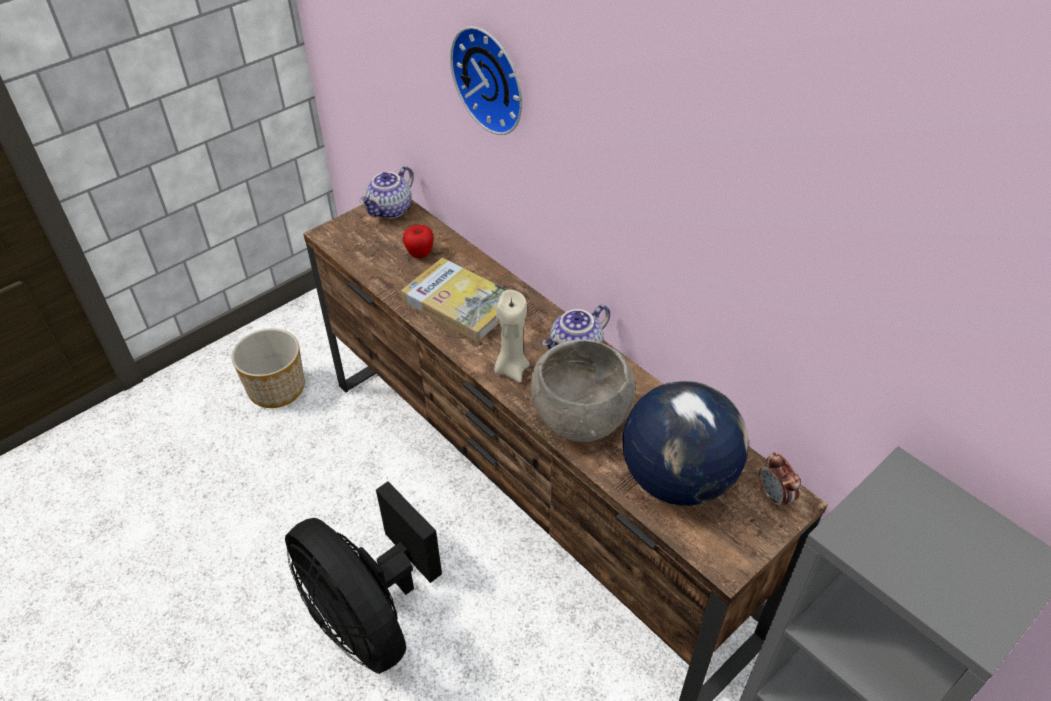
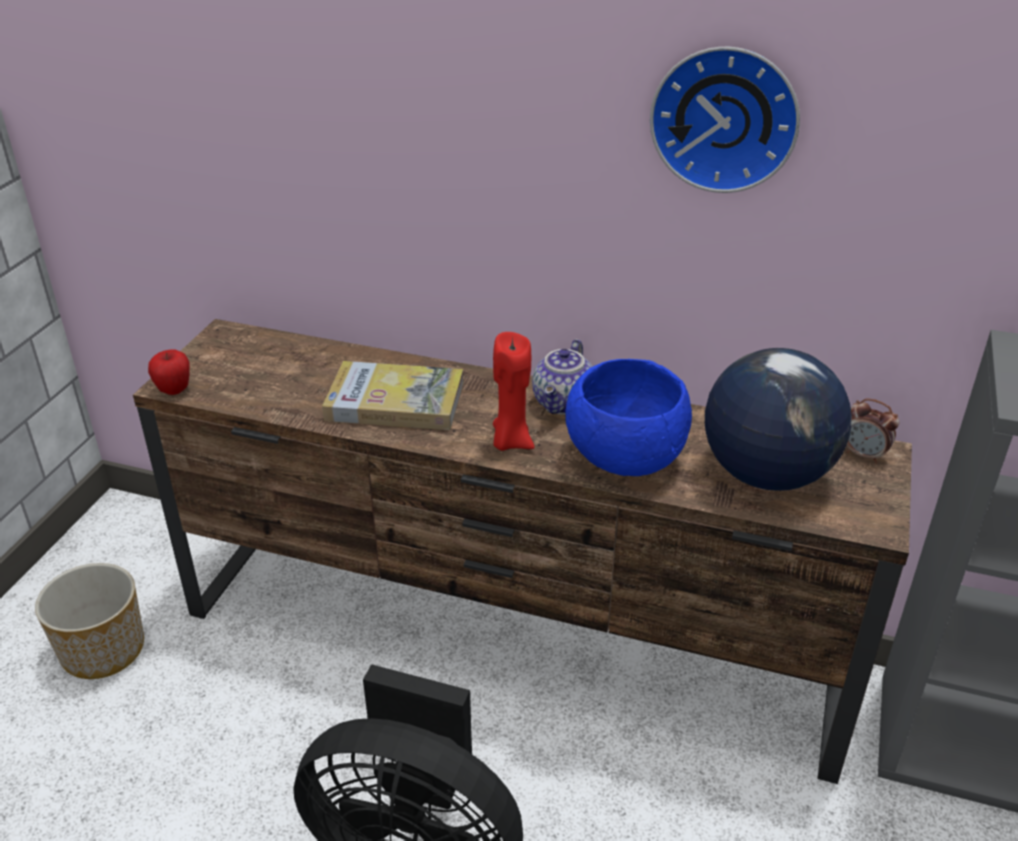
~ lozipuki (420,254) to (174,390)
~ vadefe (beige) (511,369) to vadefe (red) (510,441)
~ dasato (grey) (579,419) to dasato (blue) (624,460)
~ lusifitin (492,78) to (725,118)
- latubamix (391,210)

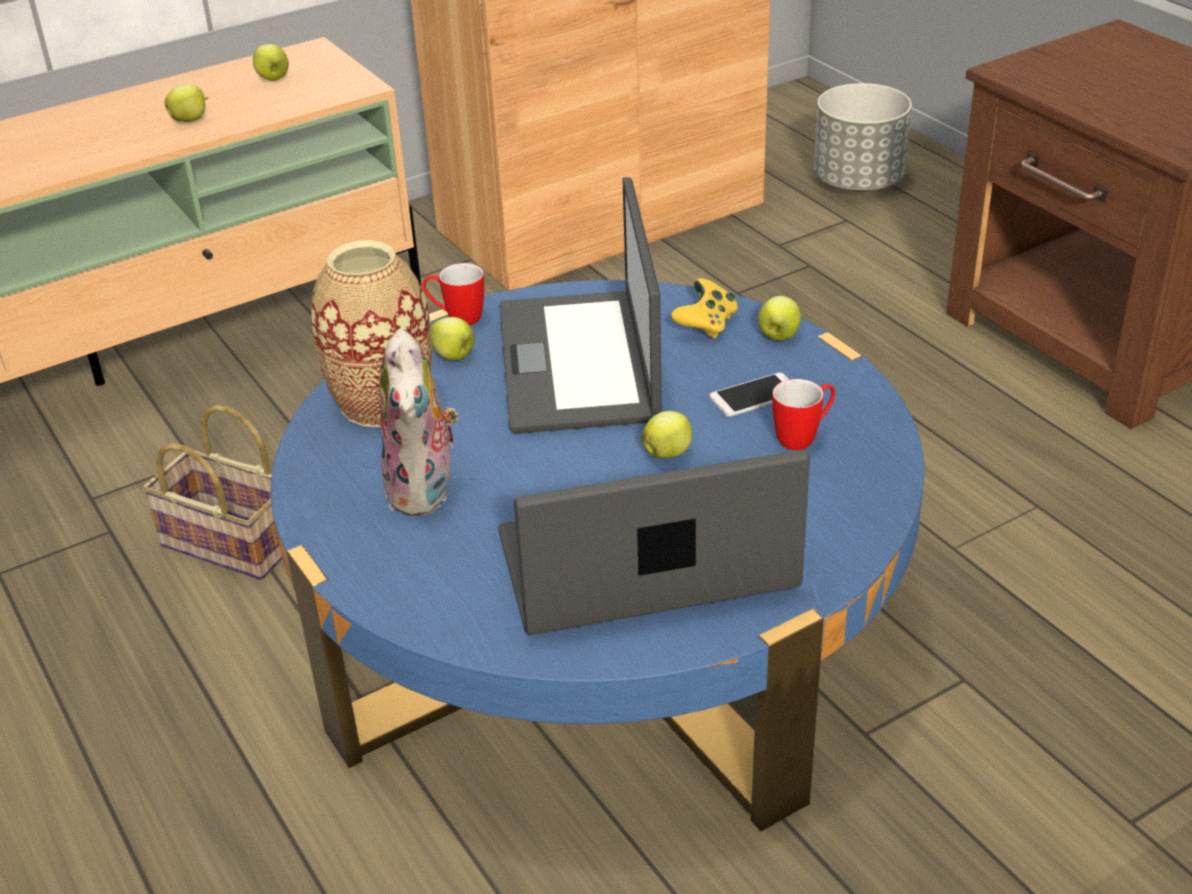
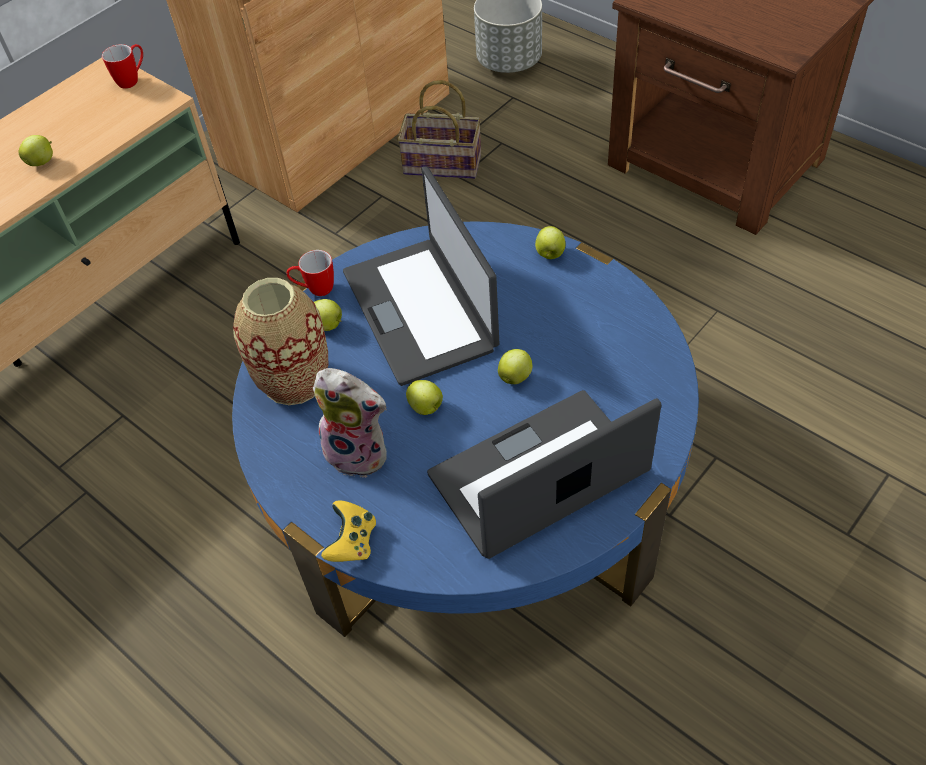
~ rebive (803,437) to (133,80)
~ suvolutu (425,491) = (360,452) 45 degrees counterclockwise
~ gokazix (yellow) (706,325) to (352,542)
~ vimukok (226,544) to (440,165)
~ lozipuki (273,79) to (426,408)
- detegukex (754,395)

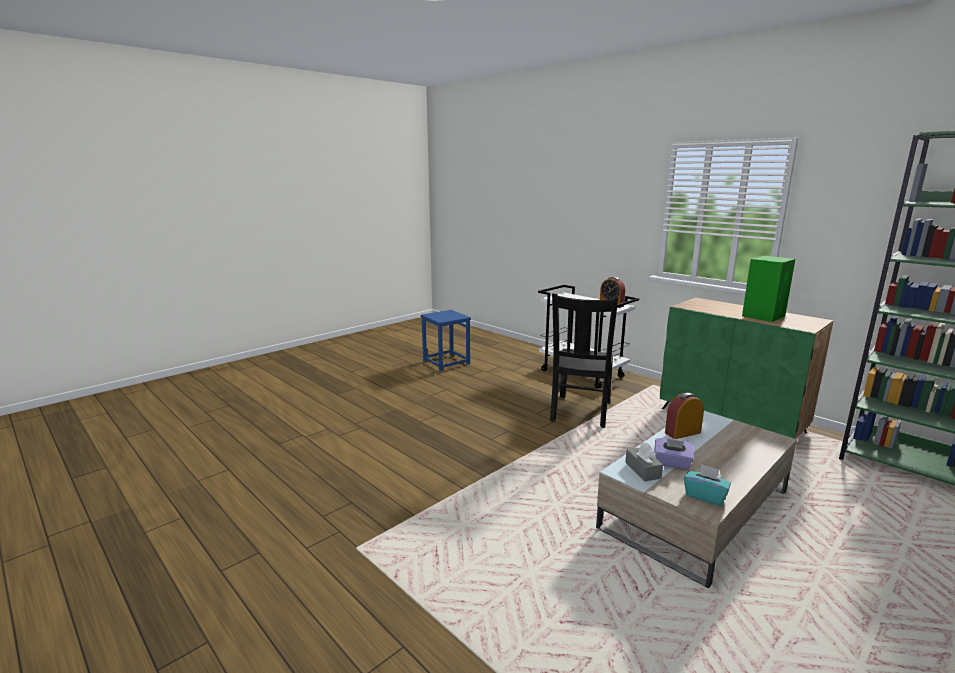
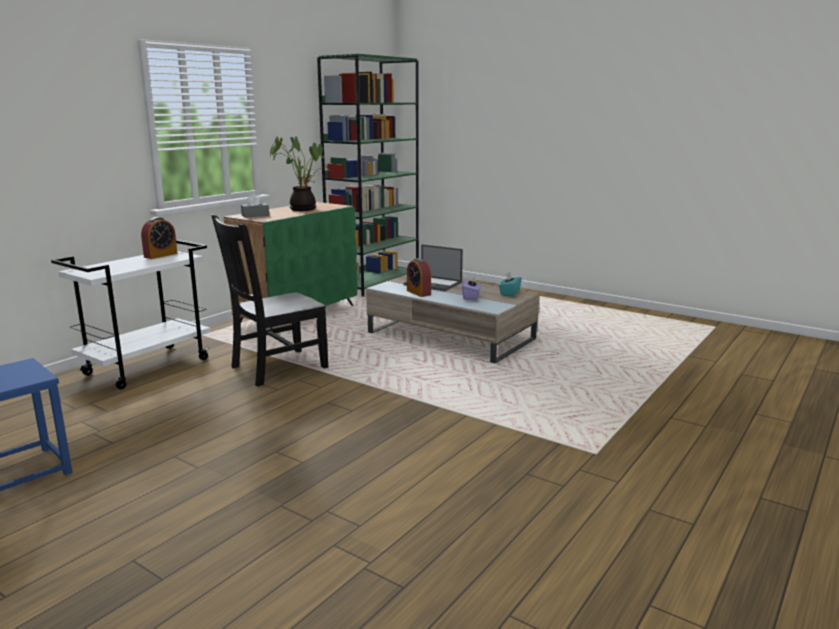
~ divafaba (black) (580,412) = (276,368) 135 degrees clockwise
~ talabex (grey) (642,470) to (255,215)
~ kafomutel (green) (764,316) to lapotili (303,209)
+ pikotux (433,284)

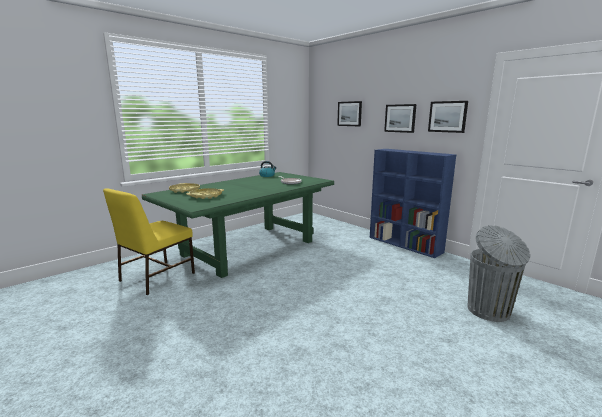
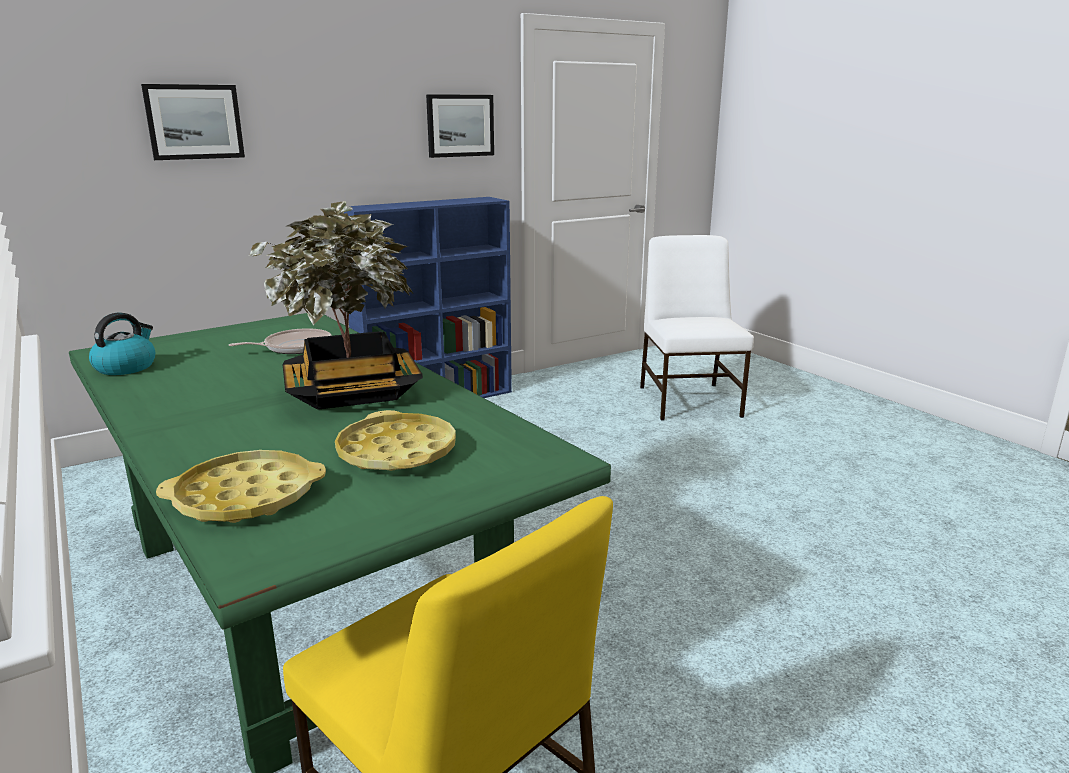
+ lapotili (352,391)
~ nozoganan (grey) (489,311) to divafaba (white) (689,400)
- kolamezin (400,118)

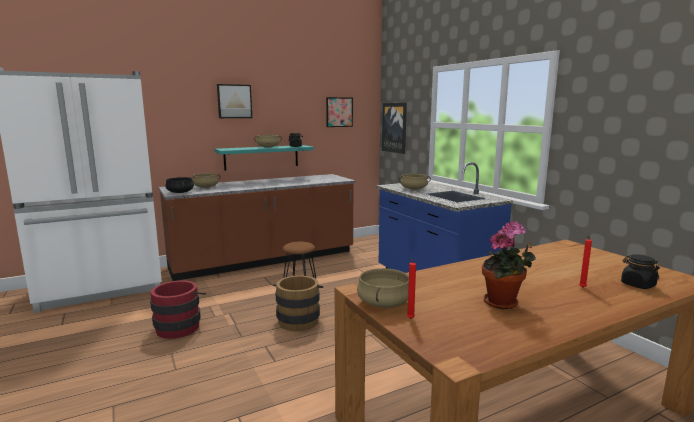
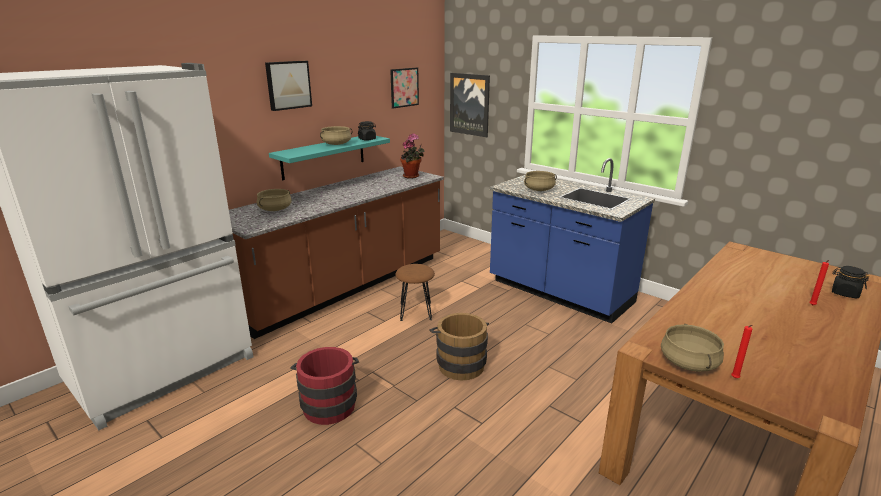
~ lapotili (503,303) to (412,176)
- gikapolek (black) (180,192)

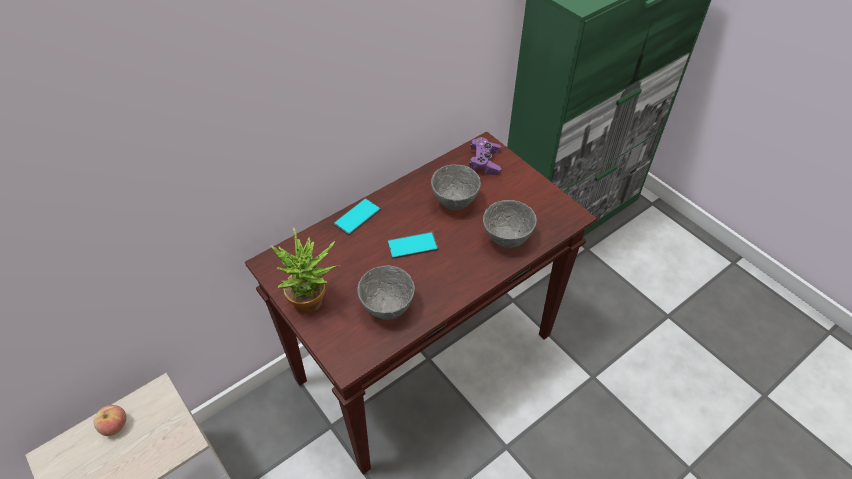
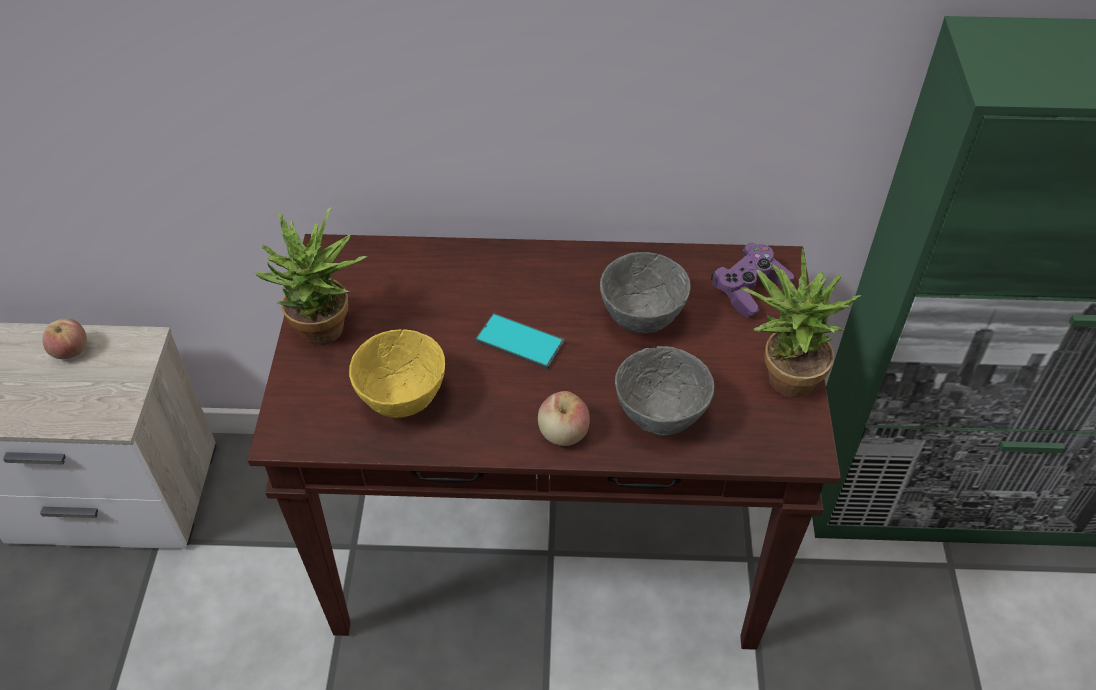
~ dasato (grey) (386,308) to dasato (yellow) (401,399)
+ lozipuki (563,433)
+ lapotili (781,377)
- detegukex (357,217)

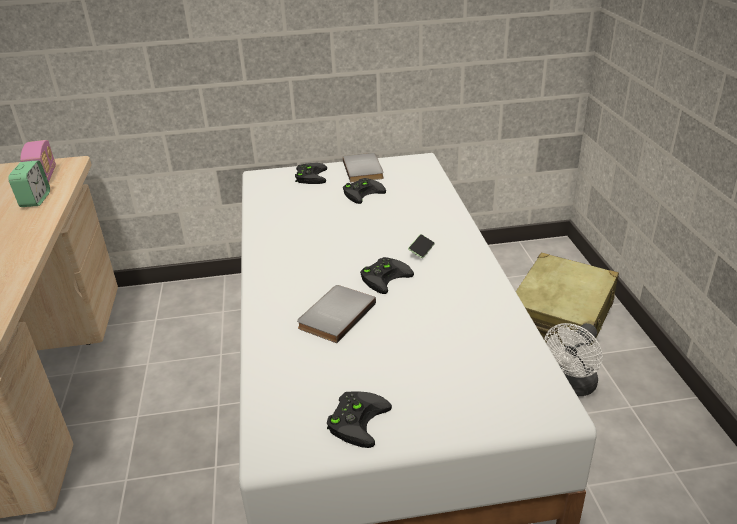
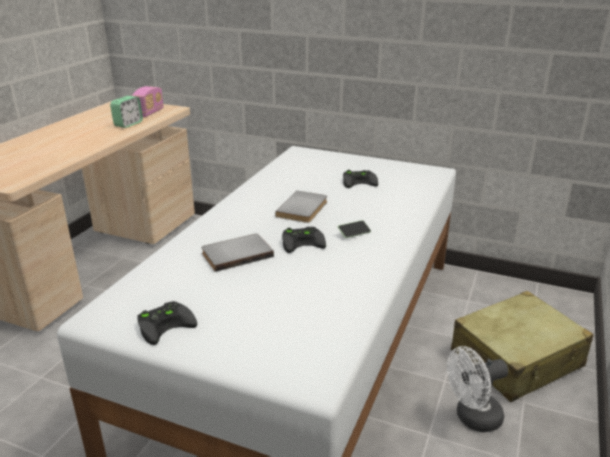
~ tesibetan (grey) (364,169) to (304,209)
- gokazix (black) (310,176)

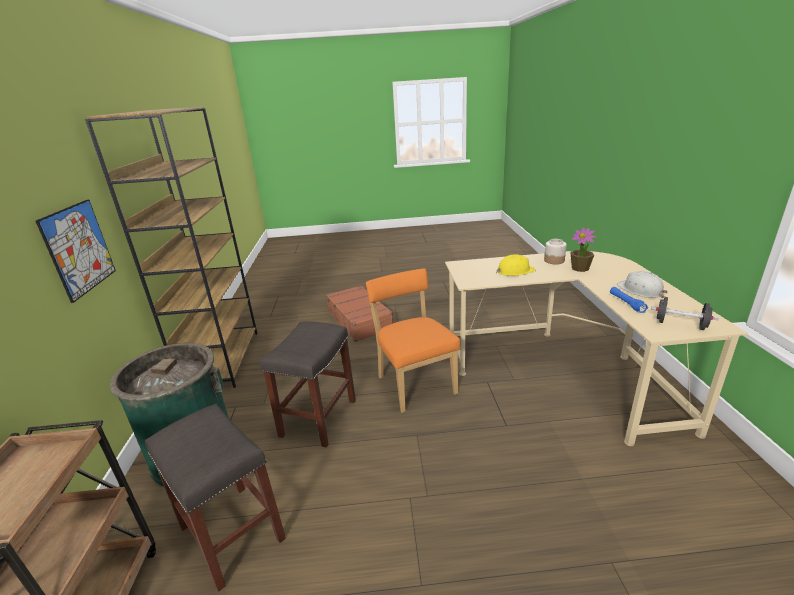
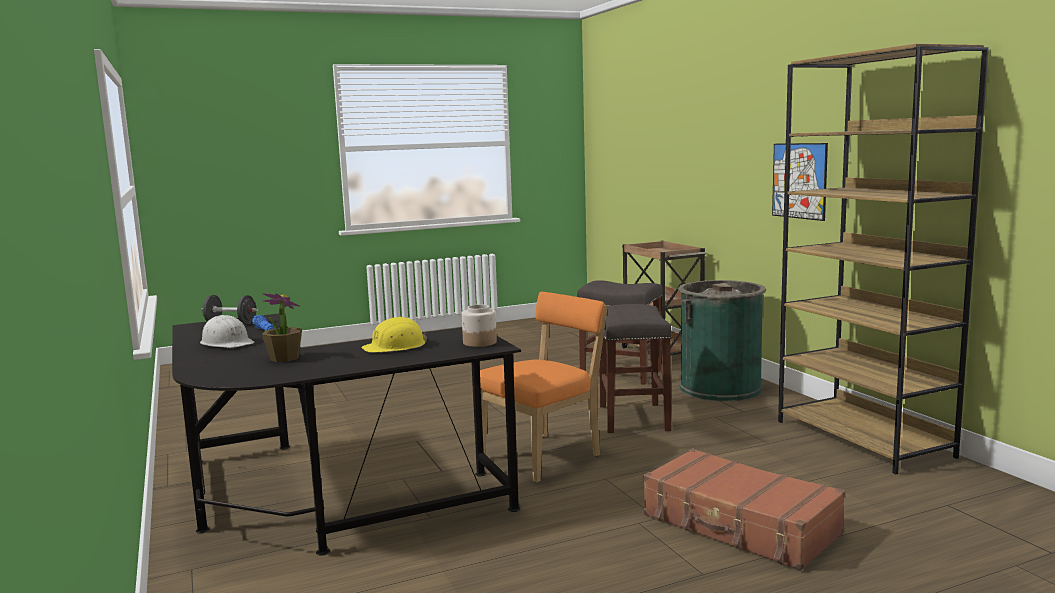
~ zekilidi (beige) (565,368) to zekilidi (black) (317,502)
~ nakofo (554,260) to (479,342)
~ divafaba (orange) (414,383) = (544,456) 90 degrees counterclockwise

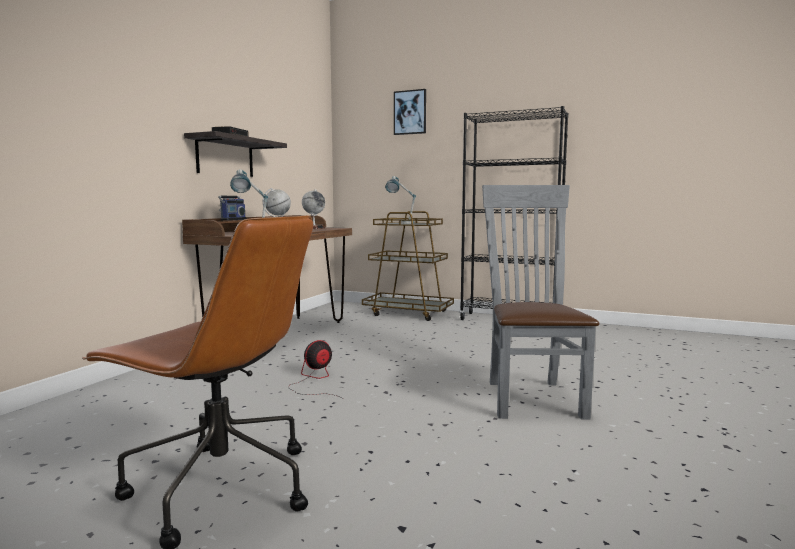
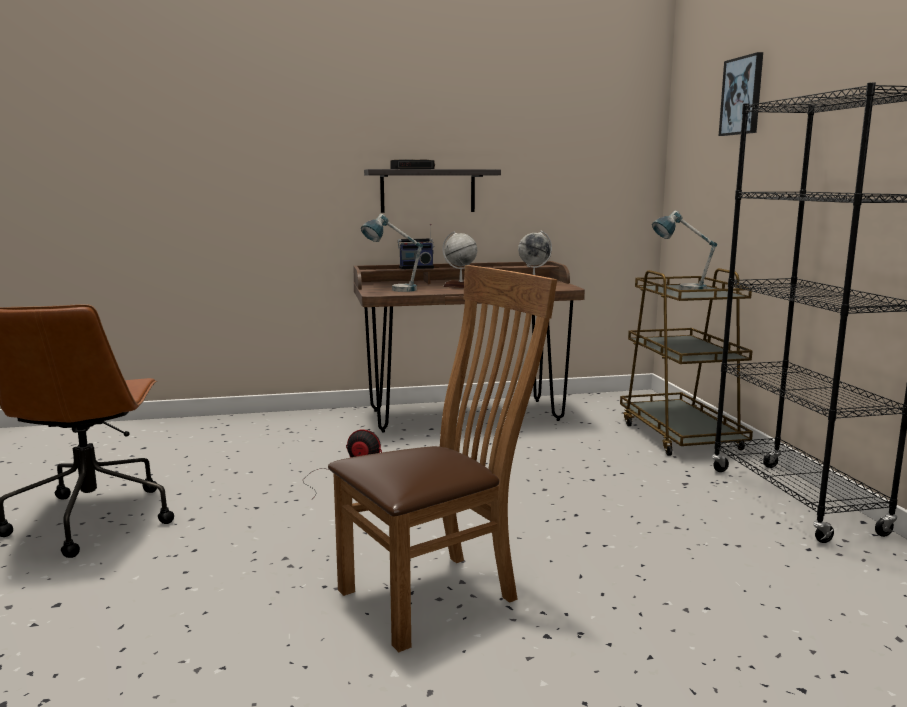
~ divafaba (grey) (530,396) to divafaba (brown) (438,594)

